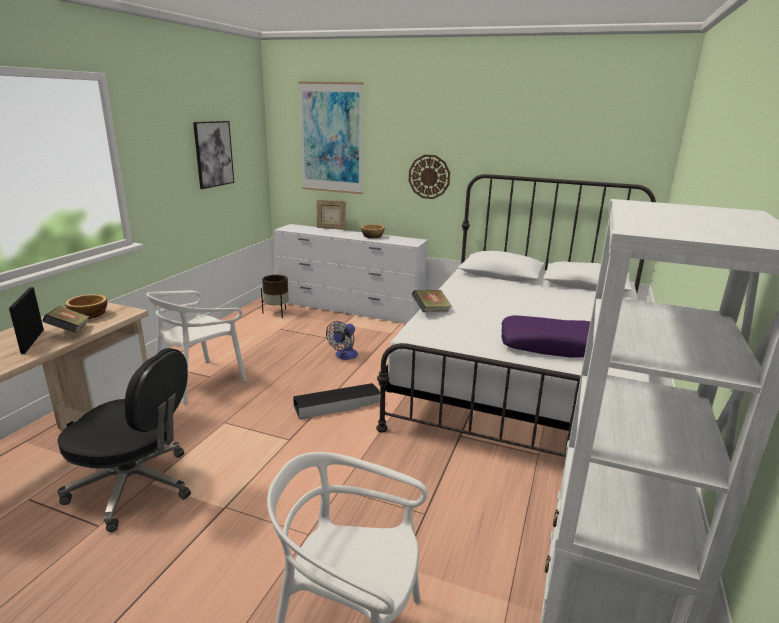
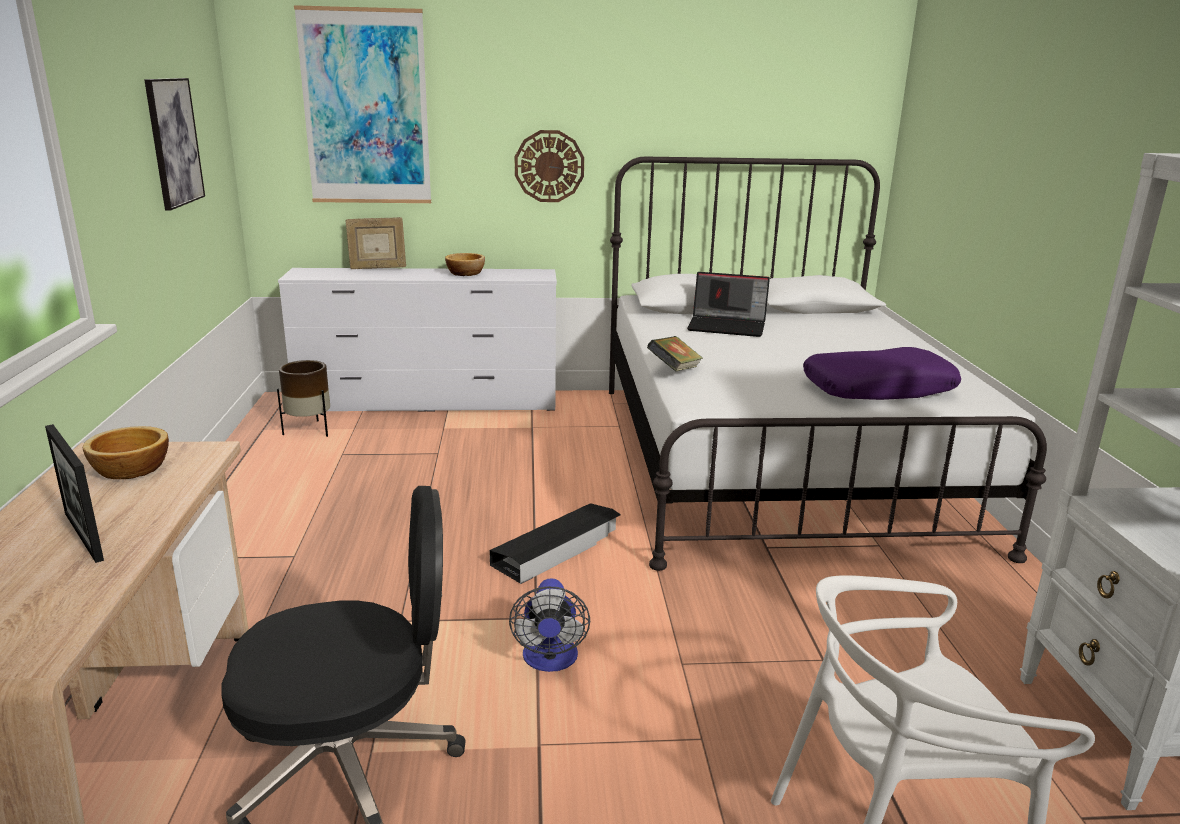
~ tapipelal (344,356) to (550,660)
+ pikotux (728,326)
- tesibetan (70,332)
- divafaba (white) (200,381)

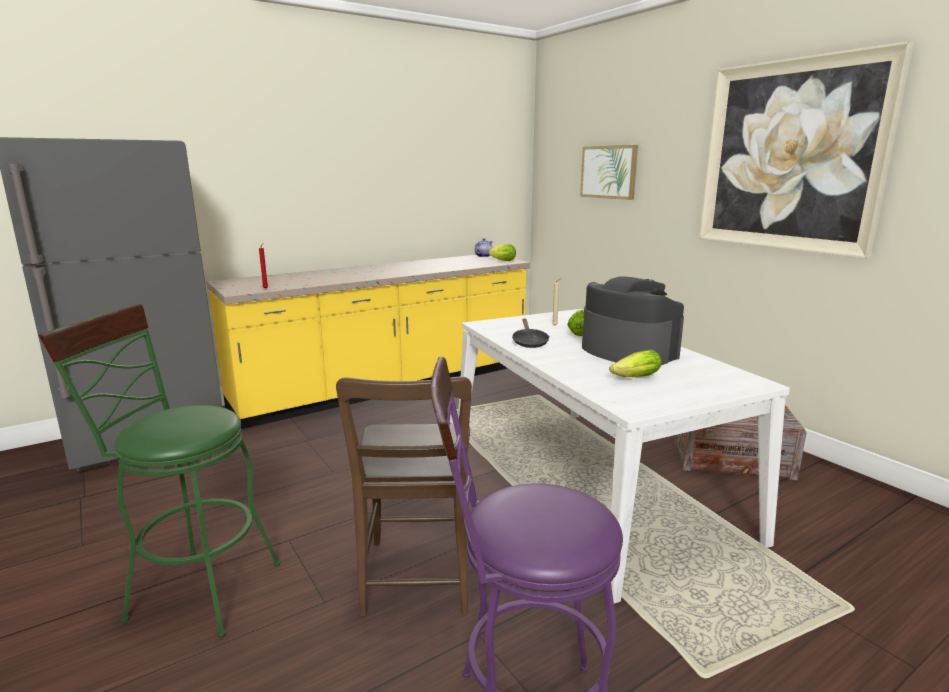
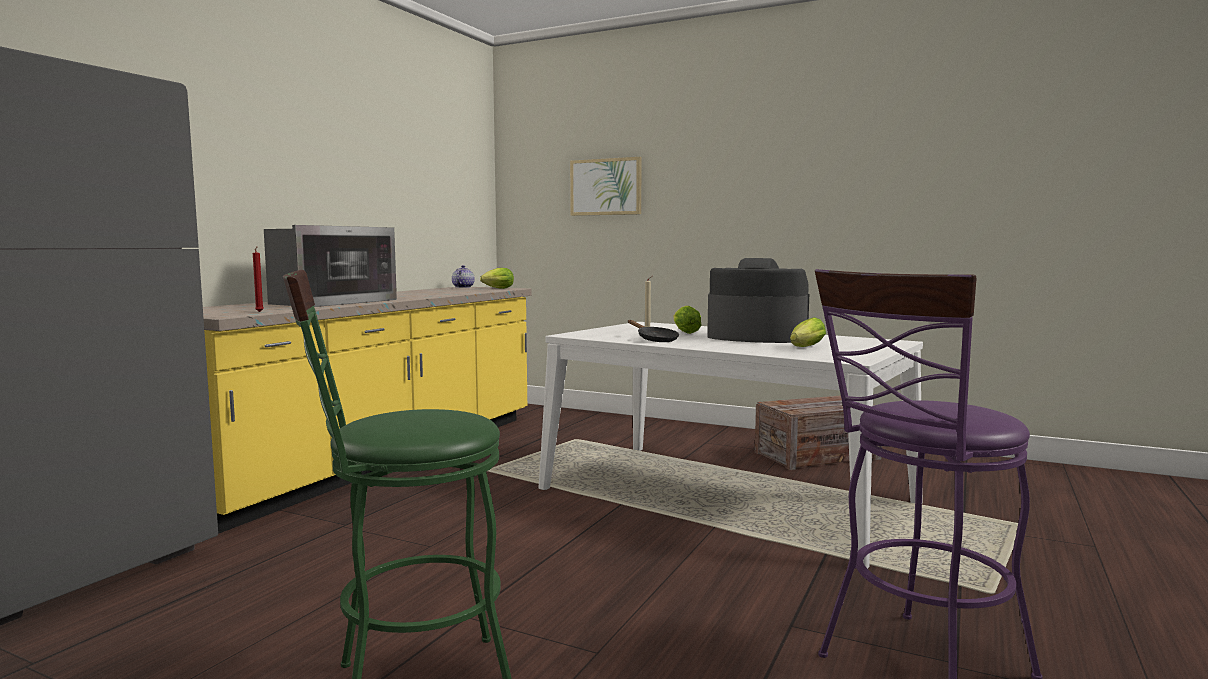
+ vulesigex (330,302)
- divafaba (brown) (416,581)
- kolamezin (790,156)

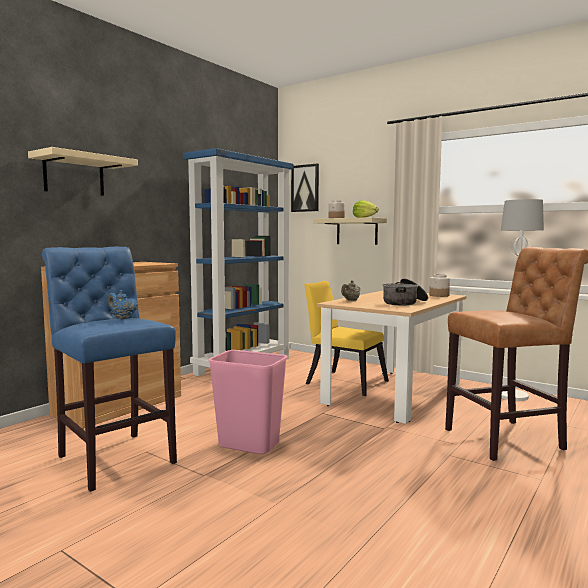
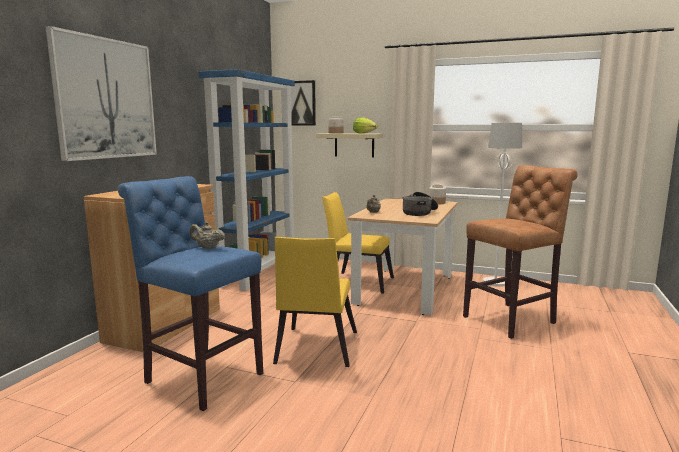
~ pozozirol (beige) (74,175) to kolamezin (106,99)
~ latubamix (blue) (122,318) to latubamix (beige) (207,248)
~ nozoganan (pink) (248,446) to divafaba (yellow) (315,350)

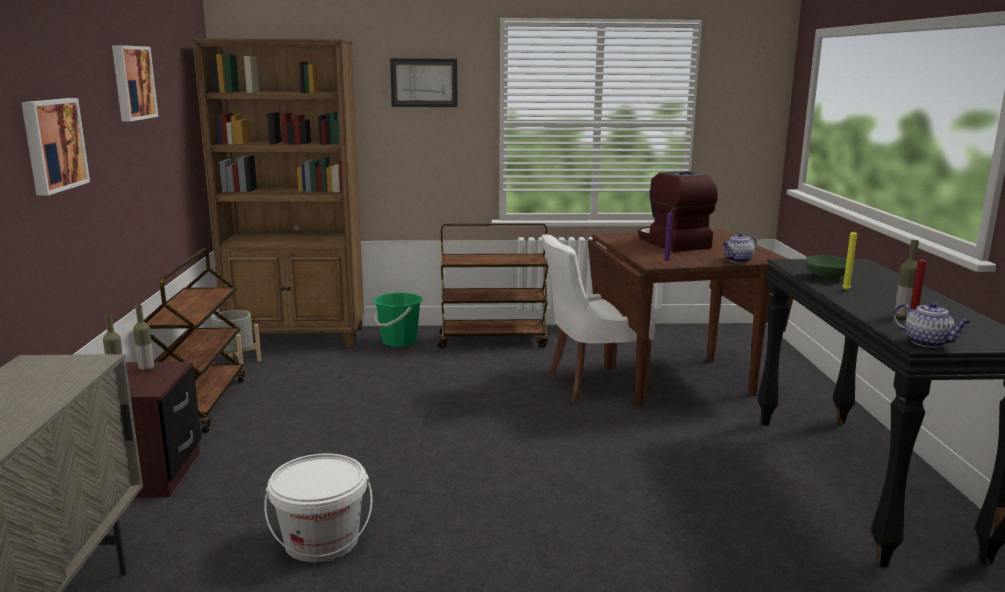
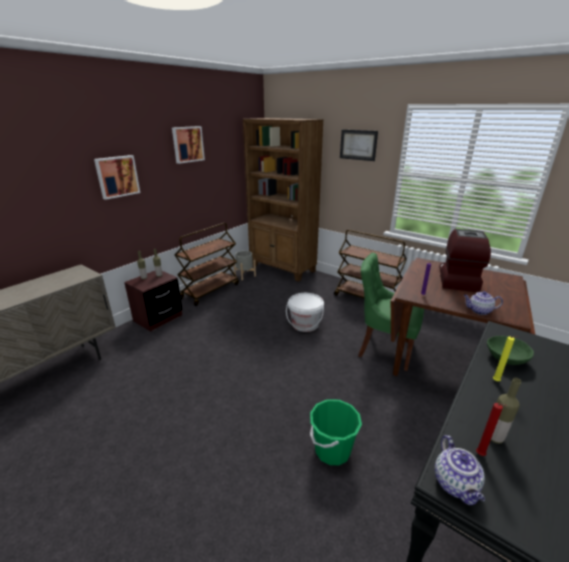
~ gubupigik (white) (321,541) to (305,324)
~ gubupigik (green) (399,341) to (332,450)
~ divafaba (white) (592,384) to divafaba (green) (384,349)

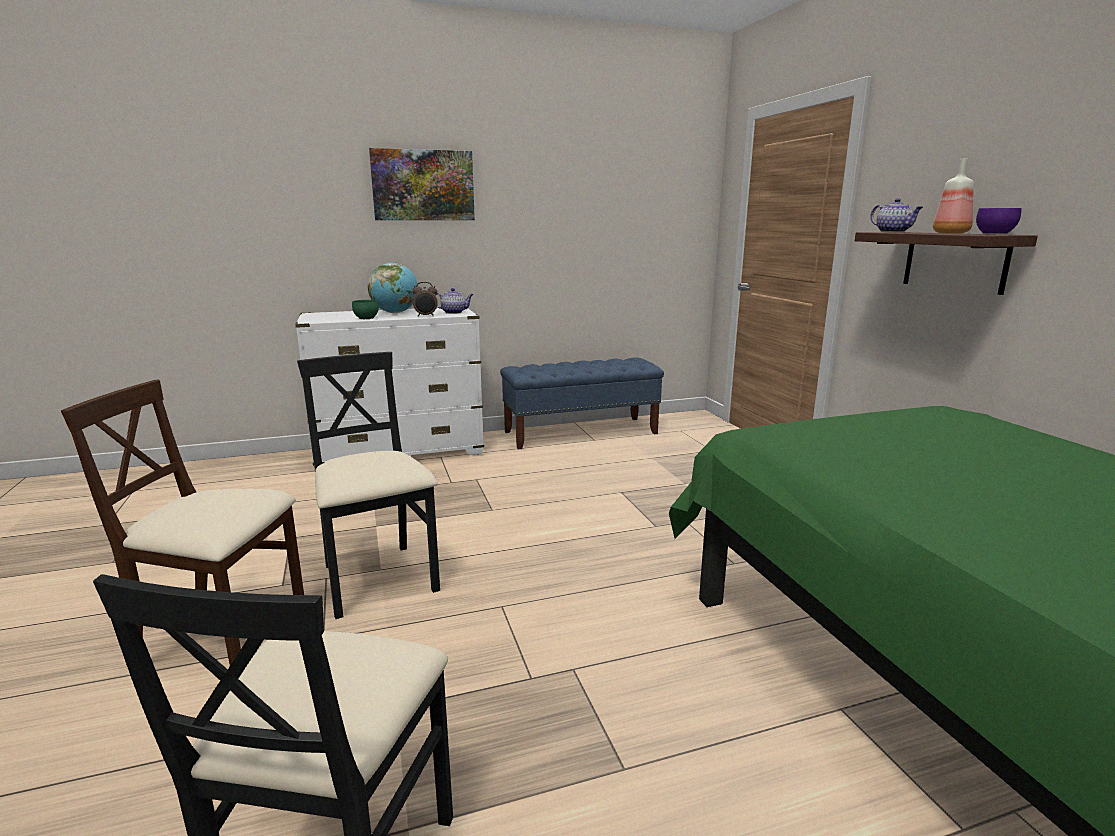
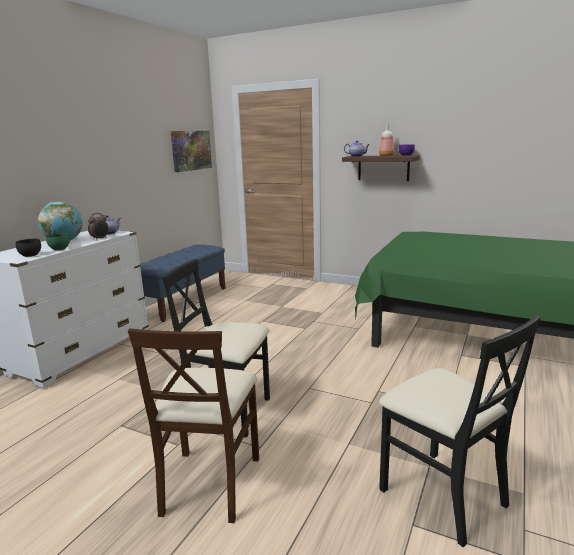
+ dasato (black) (30,255)
~ divafaba (beige) (224,642) = (209,483) 45 degrees counterclockwise
~ kolamezin (423,185) to (191,150)

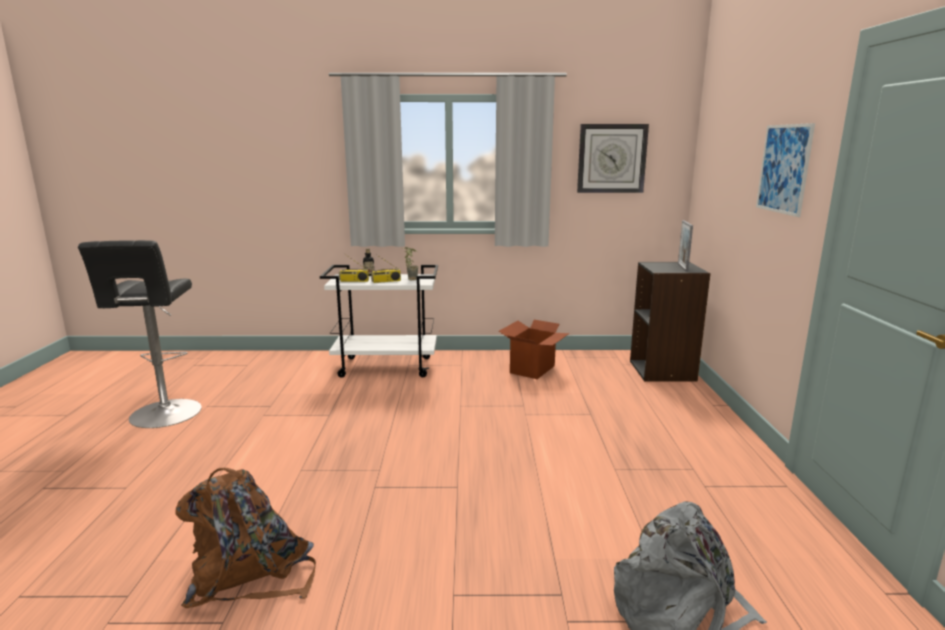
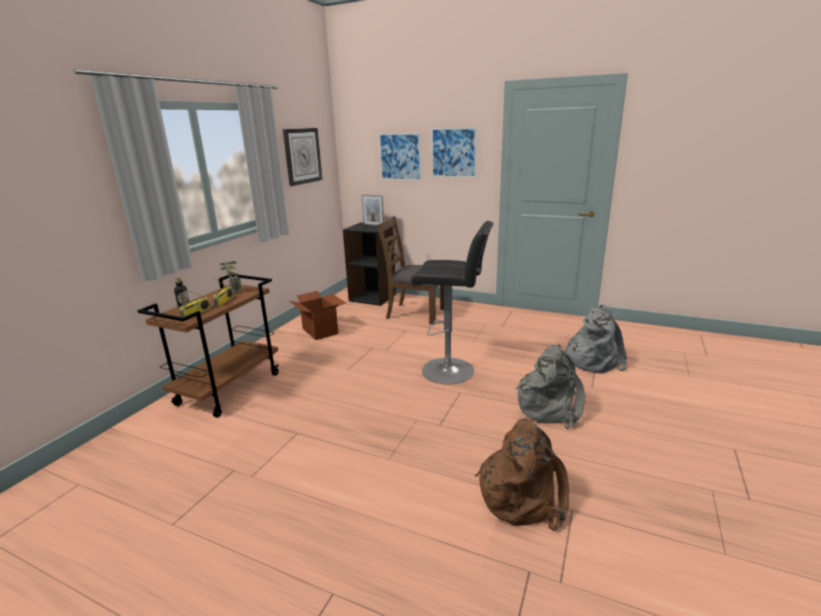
~ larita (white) (387,367) to larita (brown) (229,388)
+ divafaba (brown) (415,313)
+ kolamezin (400,157)
~ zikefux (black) (164,415) to (452,371)
+ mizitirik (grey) (551,407)

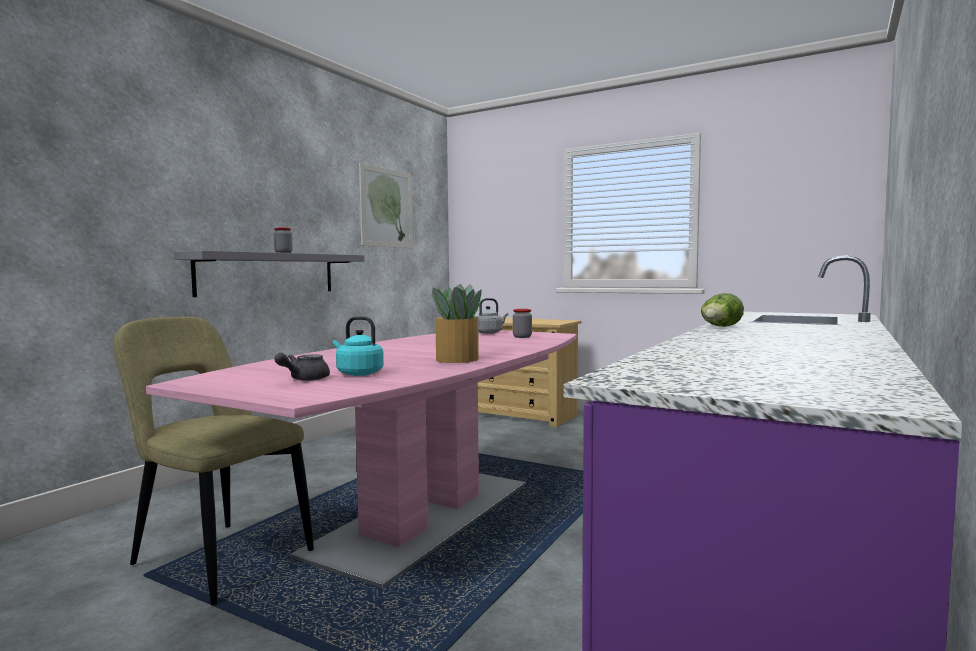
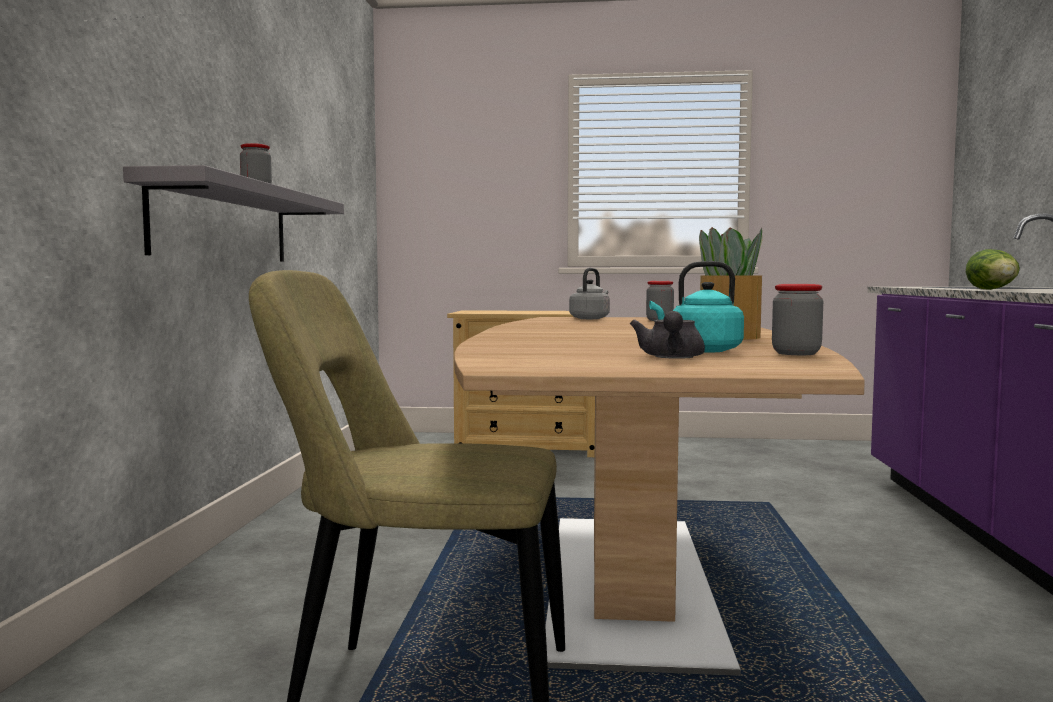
~ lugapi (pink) (423,518) to lugapi (brown) (628,583)
+ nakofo (796,353)
- kolamezin (386,208)

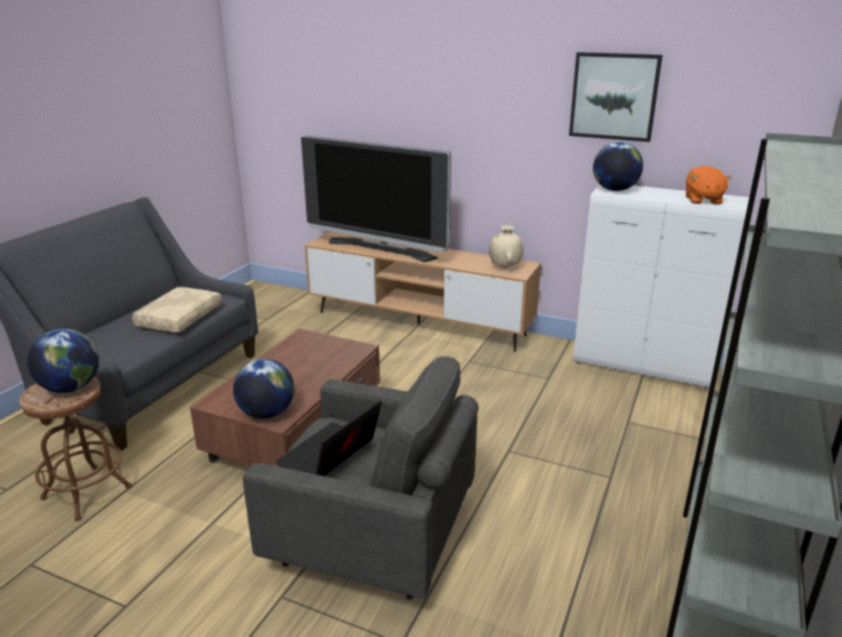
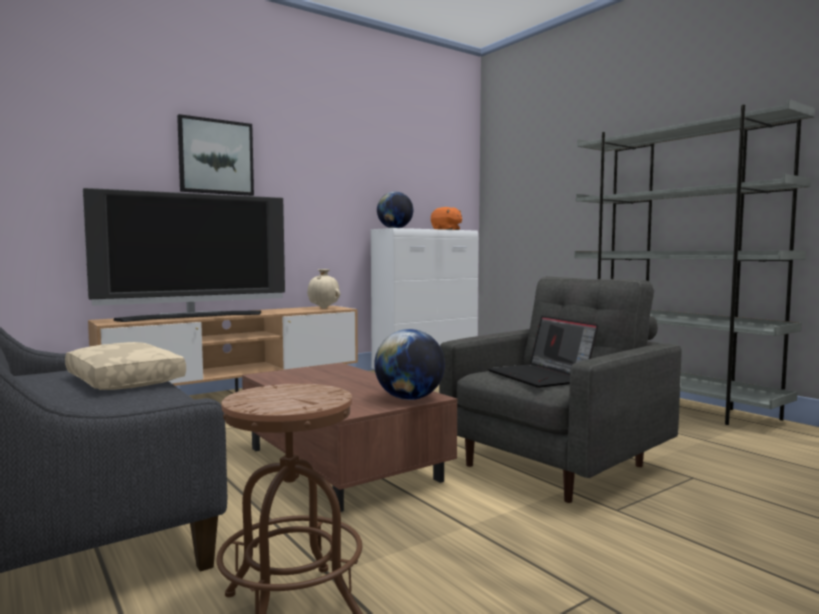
~ kolamezin (614,96) to (216,157)
- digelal (70,388)

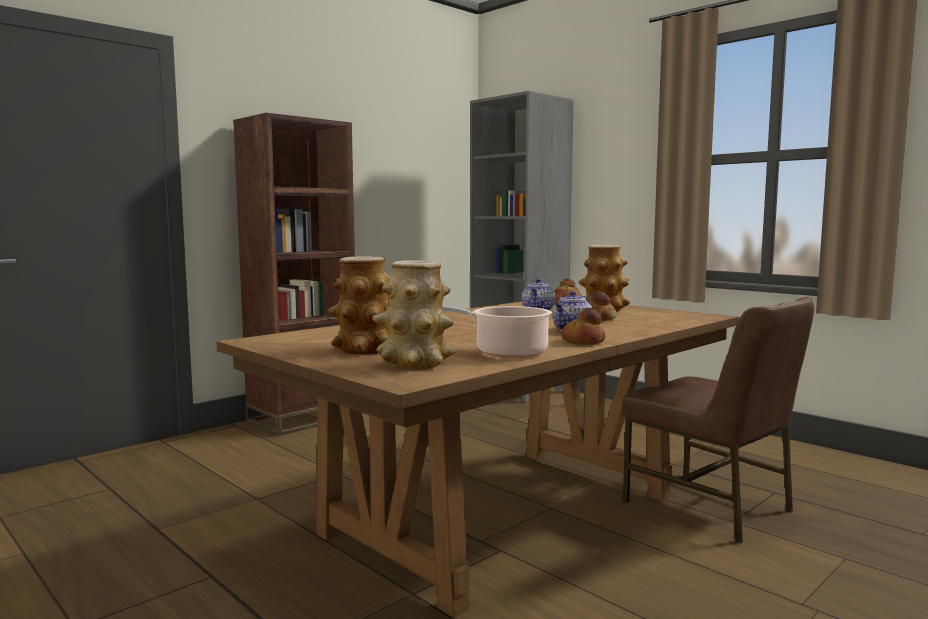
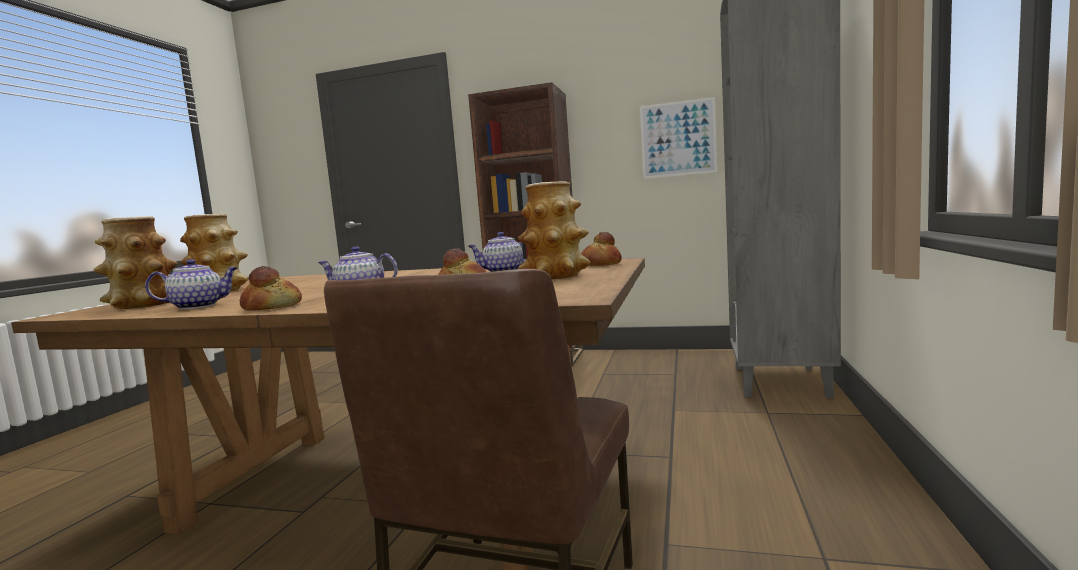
~ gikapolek (506,352) to latubamix (199,306)
+ kolamezin (678,139)

